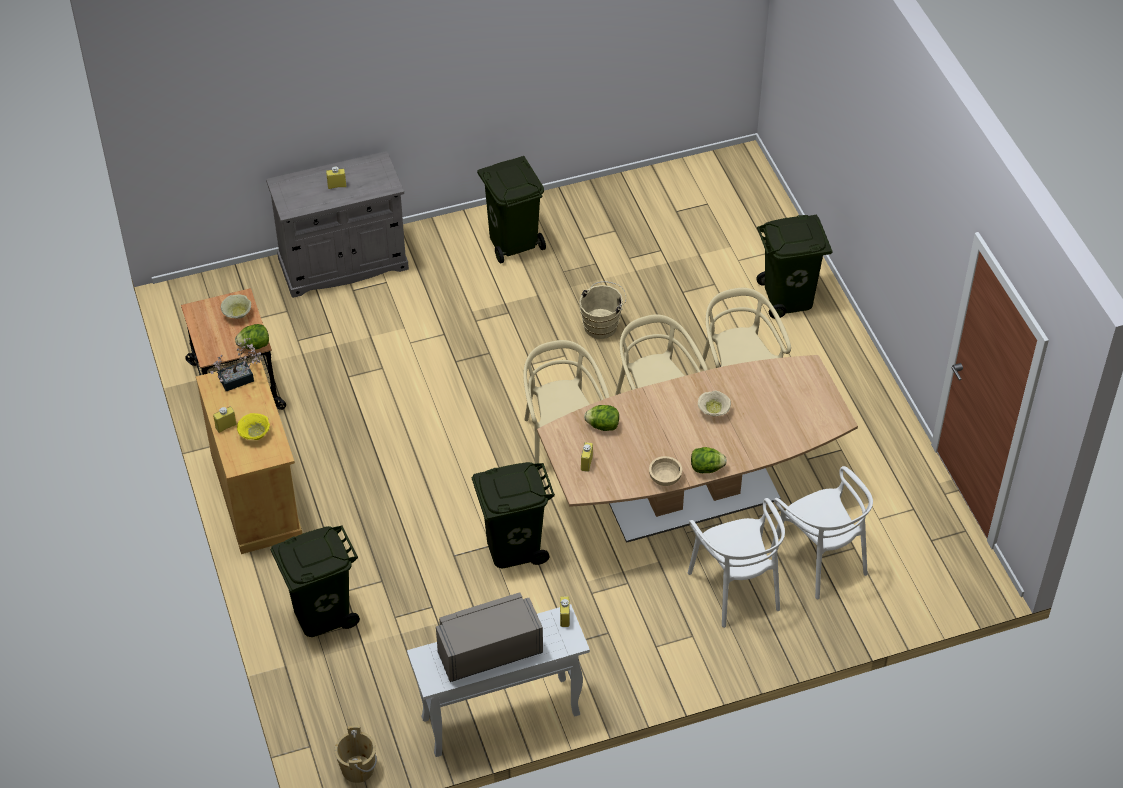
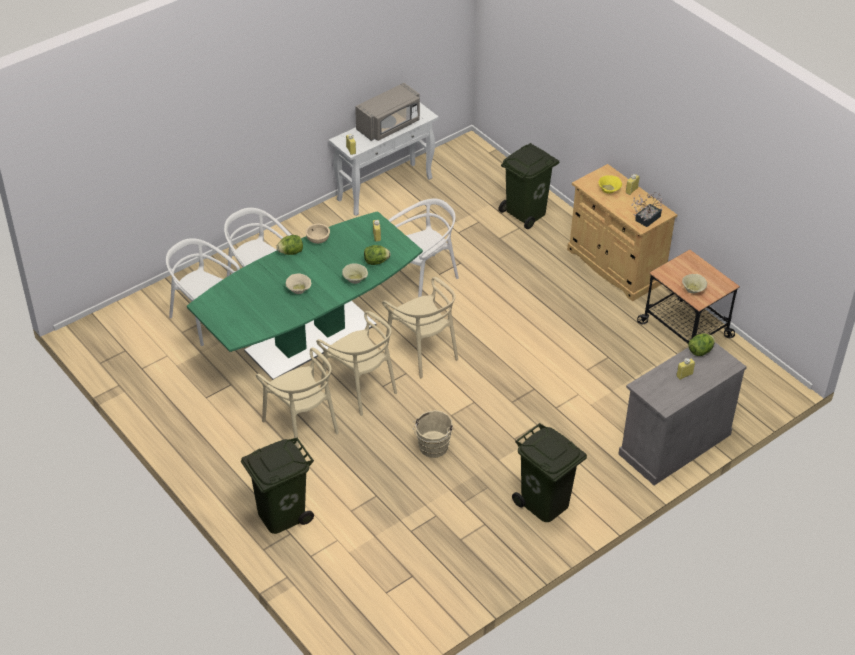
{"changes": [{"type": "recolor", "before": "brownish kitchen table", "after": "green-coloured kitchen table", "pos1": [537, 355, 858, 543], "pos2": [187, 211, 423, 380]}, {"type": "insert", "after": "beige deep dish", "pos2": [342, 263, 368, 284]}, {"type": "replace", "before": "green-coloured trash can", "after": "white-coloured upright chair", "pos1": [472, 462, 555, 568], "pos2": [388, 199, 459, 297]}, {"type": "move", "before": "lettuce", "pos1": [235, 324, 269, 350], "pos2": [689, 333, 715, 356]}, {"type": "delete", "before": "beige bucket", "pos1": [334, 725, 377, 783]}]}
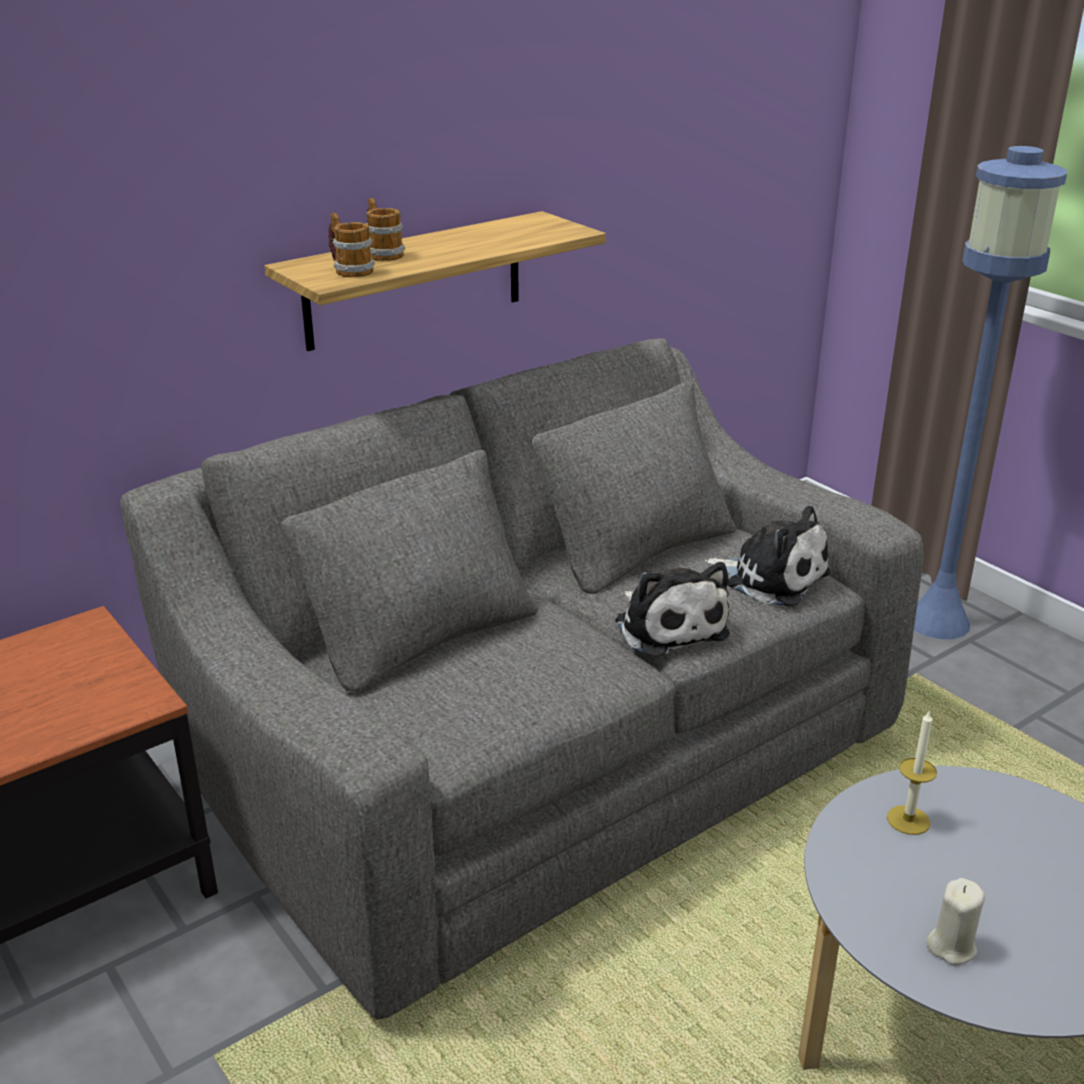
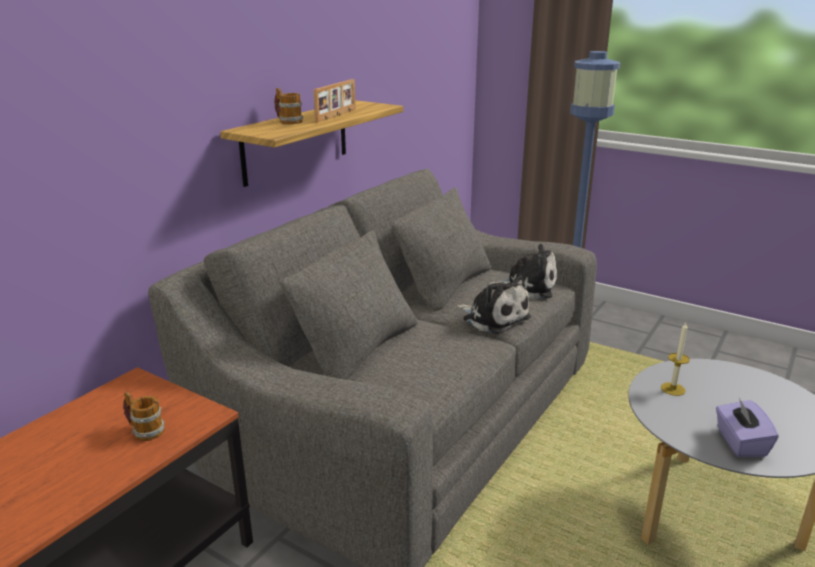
{"changes": [{"type": "move", "before": "coffee mug", "pos1": [328, 213, 375, 277], "pos2": [123, 391, 165, 441]}, {"type": "insert", "after": "standing frame", "pos2": [313, 79, 356, 122]}, {"type": "replace", "before": "beige wax light", "after": "purplish tissue holder", "pos1": [926, 878, 985, 965], "pos2": [716, 398, 779, 457]}]}
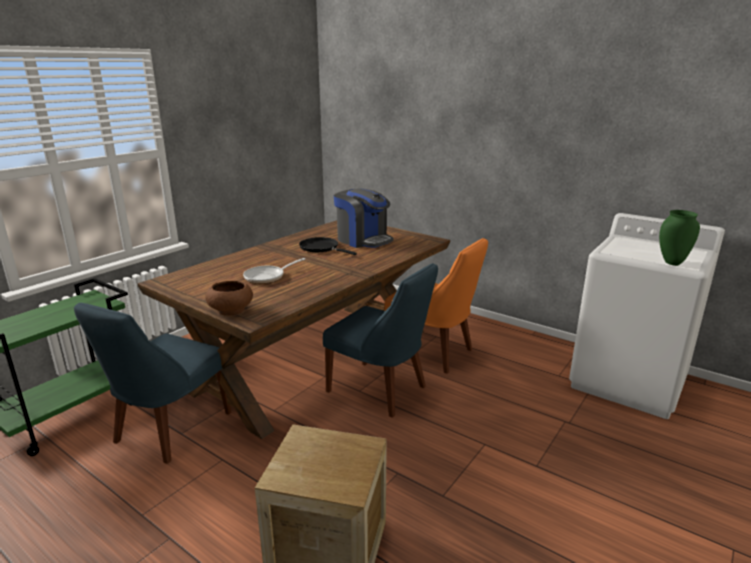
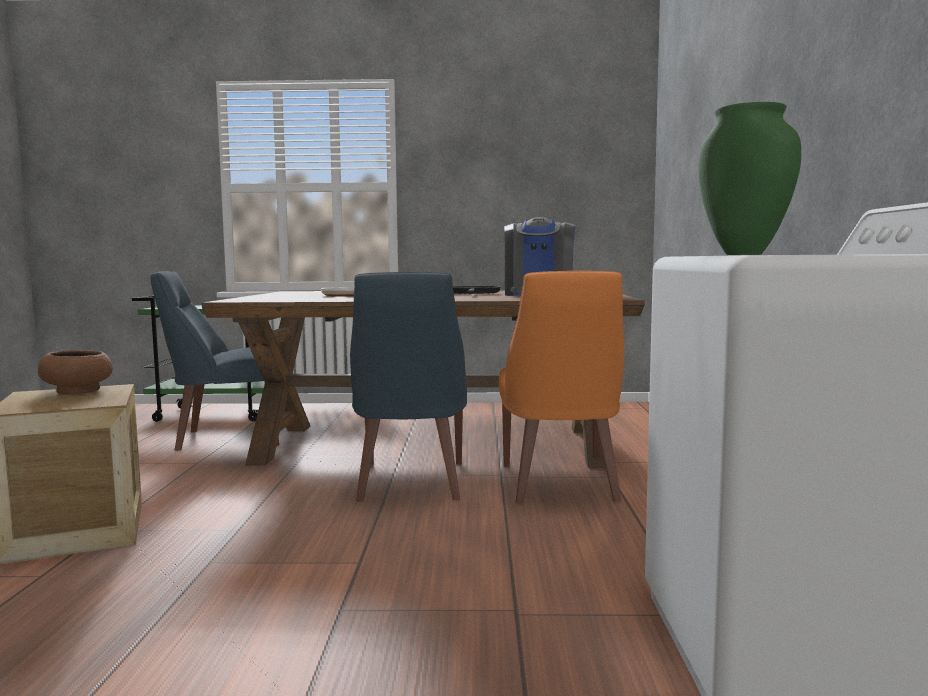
{"changes": [{"type": "move", "before": "brownish deep dish", "pos1": [205, 281, 253, 316], "pos2": [38, 350, 113, 395]}]}
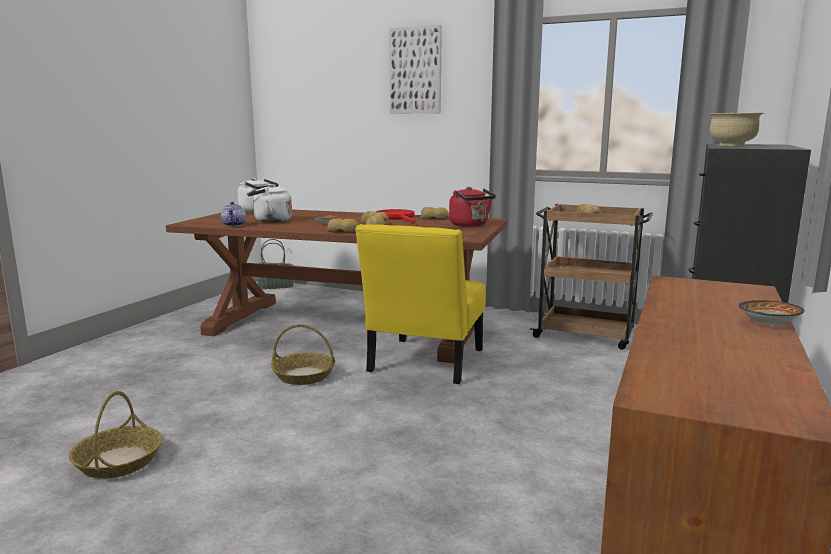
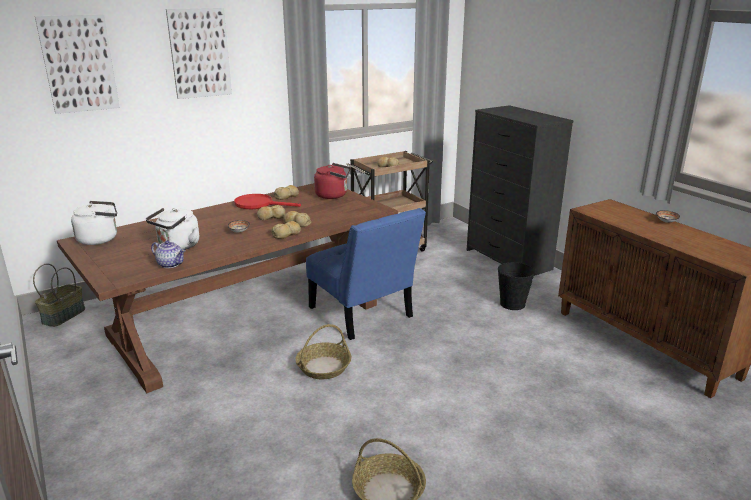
{"changes": [{"type": "insert", "after": "wall art", "pos2": [35, 14, 120, 114]}, {"type": "recolor", "before": "yellowish upright chair", "after": "bluish upright chair", "pos1": [355, 224, 486, 384], "pos2": [306, 208, 426, 340]}, {"type": "insert", "after": "blackish bucket", "pos2": [498, 262, 535, 310]}, {"type": "delete", "before": "beige deep dish", "pos1": [708, 112, 764, 146]}]}
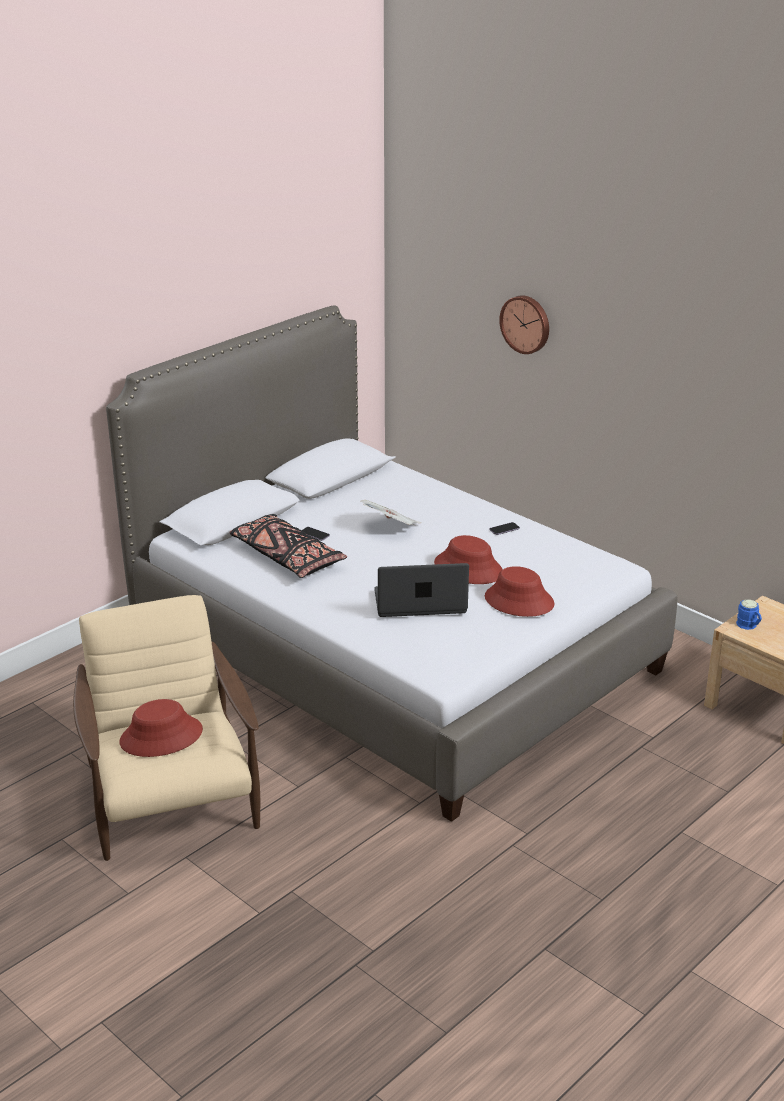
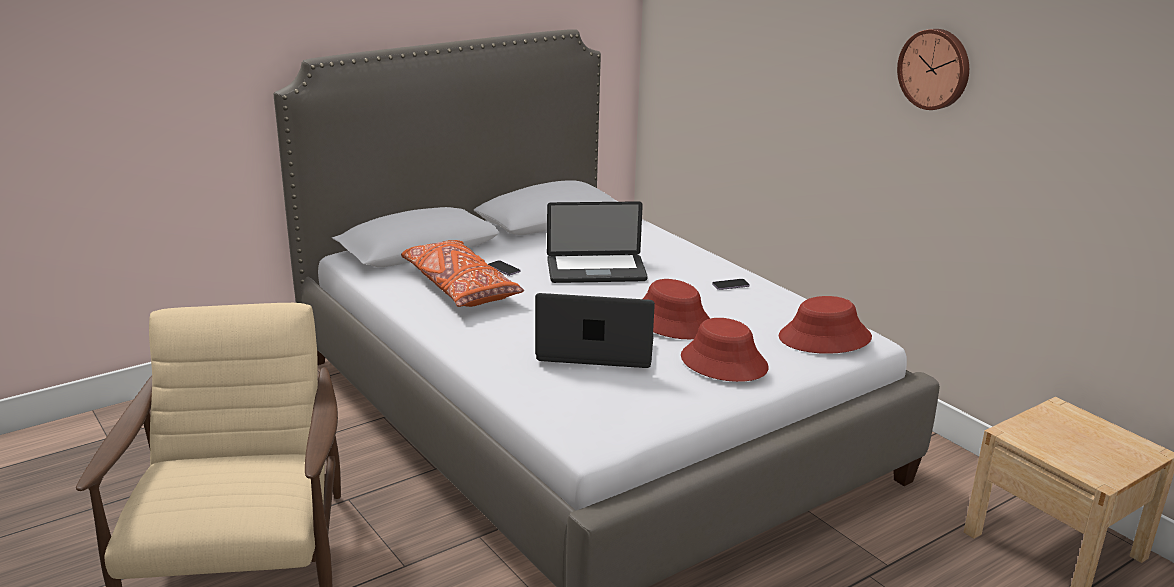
{"changes": [{"type": "recolor", "before": "blackish cushion", "after": "orange cushion", "pos1": [229, 514, 347, 578], "pos2": [401, 240, 524, 307]}, {"type": "replace", "before": "daily paper", "after": "notebook computer", "pos1": [360, 500, 422, 525], "pos2": [547, 201, 648, 283]}, {"type": "move", "before": "red clothing hat", "pos1": [120, 699, 203, 757], "pos2": [779, 296, 872, 354]}, {"type": "move", "before": "clock on the wall", "pos1": [499, 295, 549, 354], "pos2": [897, 29, 969, 110]}, {"type": "delete", "before": "bluish coffee mug", "pos1": [736, 599, 762, 630]}]}
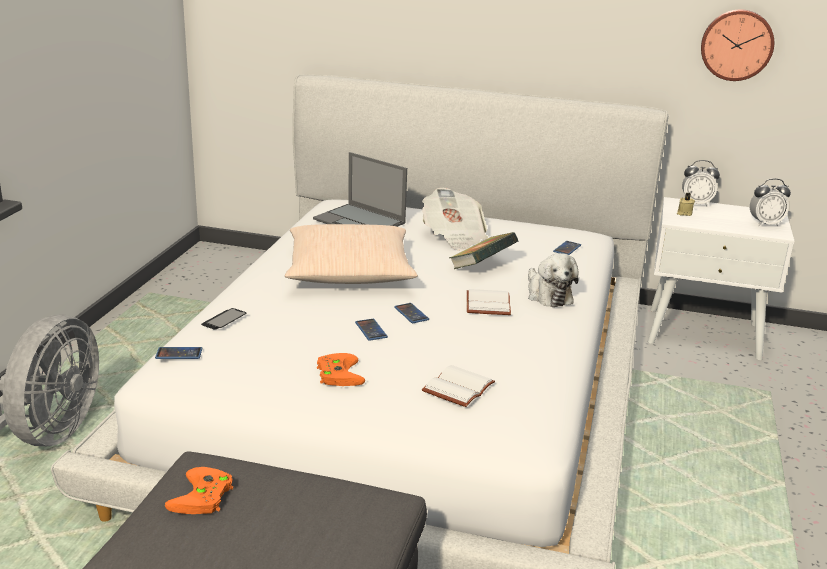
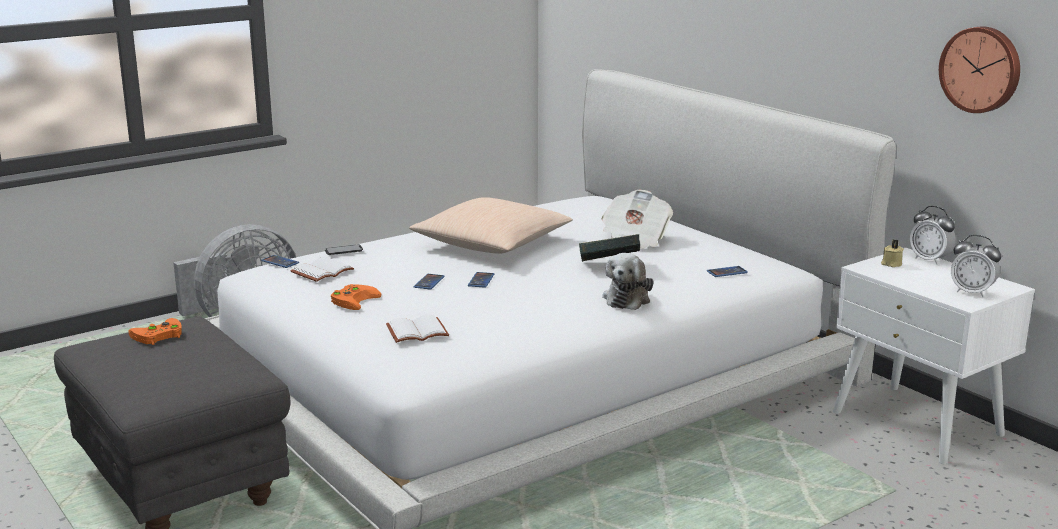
{"changes": [{"type": "move", "before": "white-coloured book", "pos1": [467, 289, 511, 315], "pos2": [291, 257, 354, 282]}, {"type": "delete", "before": "notebook computer", "pos1": [313, 152, 407, 227]}]}
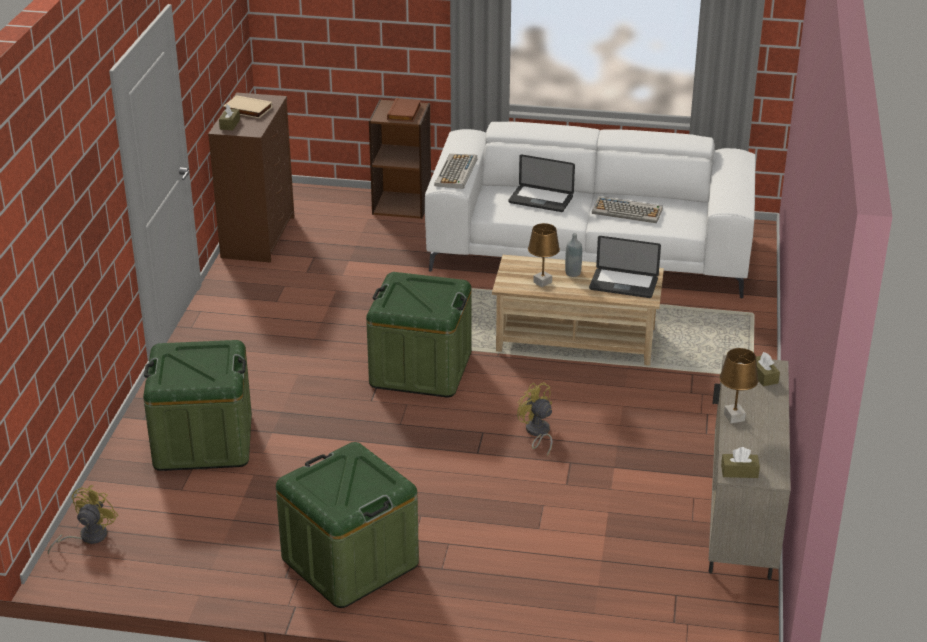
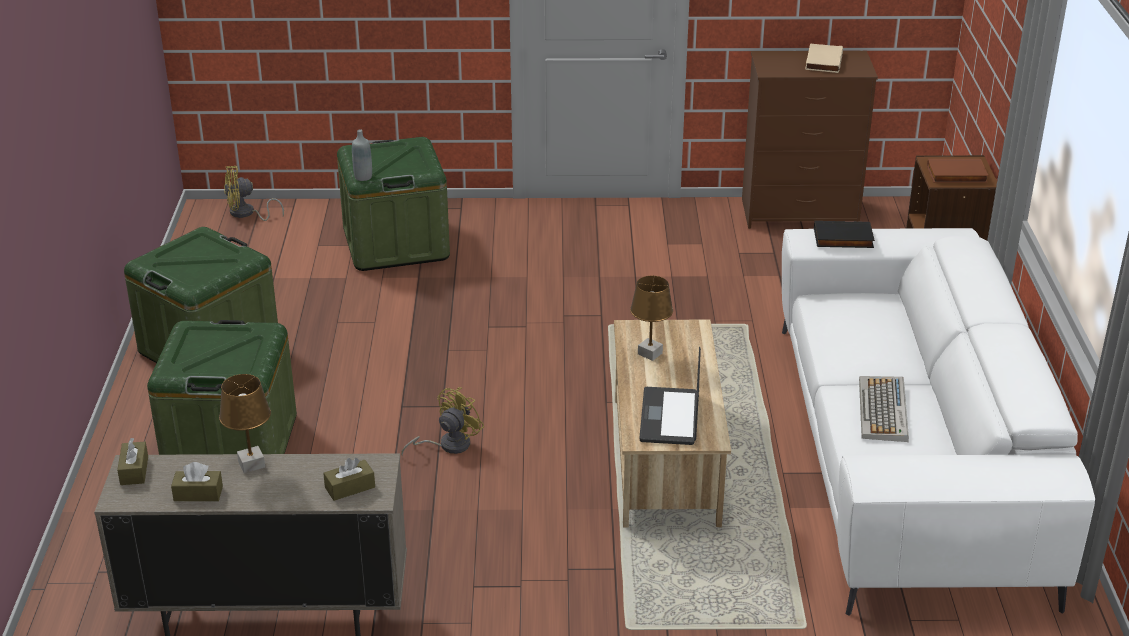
{"changes": [{"type": "move", "before": "green-coloured storage bin", "pos1": [366, 272, 472, 398], "pos2": [147, 320, 297, 455]}, {"type": "move", "before": "brownish tissue holder", "pos1": [219, 104, 240, 130], "pos2": [171, 462, 223, 501]}, {"type": "rotate", "before": "yellowish electric fan", "pos1": [48, 485, 118, 554], "pos2": [224, 166, 284, 221], "turn": 150}, {"type": "move", "before": "gray beverage bottle", "pos1": [565, 233, 582, 277], "pos2": [352, 129, 372, 181]}, {"type": "replace", "before": "keyboard", "after": "blackish book", "pos1": [434, 154, 477, 189], "pos2": [814, 221, 875, 248]}, {"type": "delete", "before": "notebook computer", "pos1": [508, 155, 575, 212]}]}
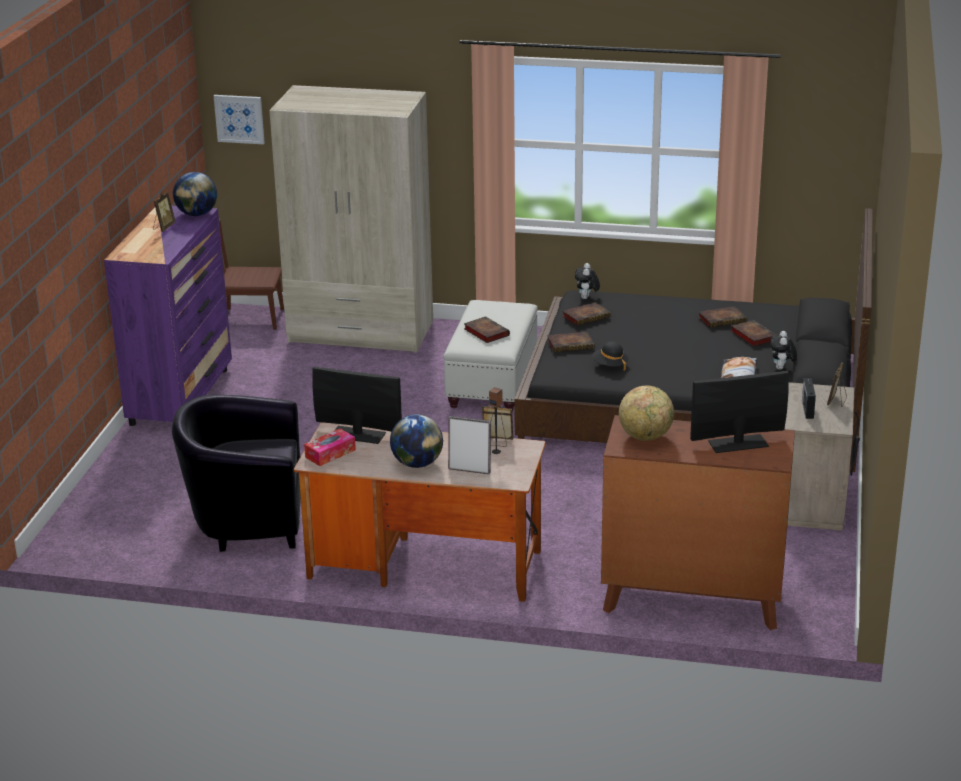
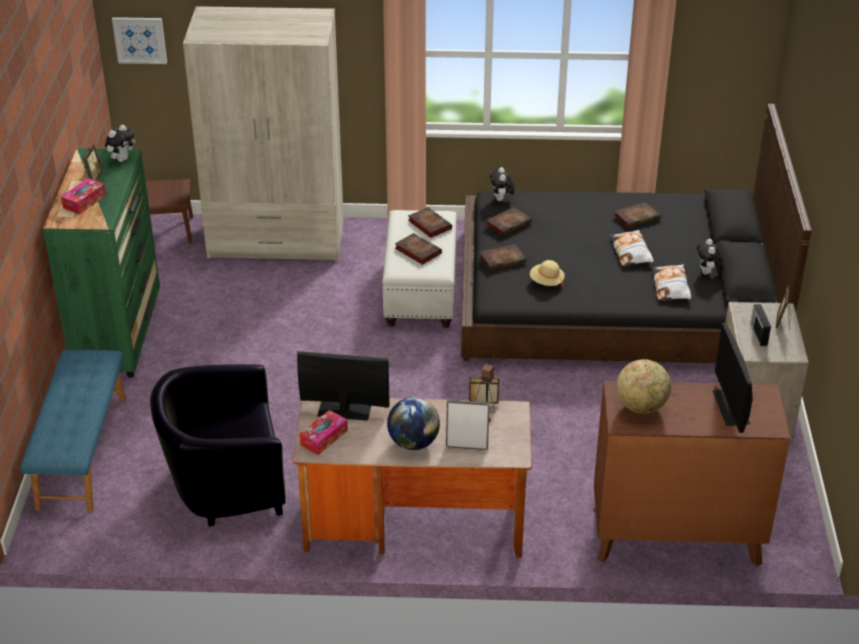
{"changes": [{"type": "insert", "after": "bluish indoor bench", "pos2": [20, 349, 126, 512]}, {"type": "recolor", "before": "purplish dresser", "after": "green-coloured dresser", "pos1": [104, 206, 232, 426], "pos2": [43, 148, 160, 378]}, {"type": "insert", "after": "tissue holder", "pos2": [61, 178, 106, 214]}, {"type": "replace", "before": "globe", "after": "cuddly toy", "pos1": [173, 172, 217, 216], "pos2": [105, 125, 135, 162]}, {"type": "move", "before": "book", "pos1": [731, 320, 776, 347], "pos2": [408, 207, 452, 238]}, {"type": "recolor", "before": "blackish clothing hat", "after": "beige clothing hat", "pos1": [592, 341, 629, 371], "pos2": [530, 260, 565, 288]}, {"type": "insert", "after": "cushion", "pos2": [610, 230, 654, 266]}, {"type": "rotate", "before": "computer screen", "pos1": [690, 371, 789, 453], "pos2": [713, 323, 753, 433], "turn": -75}]}
